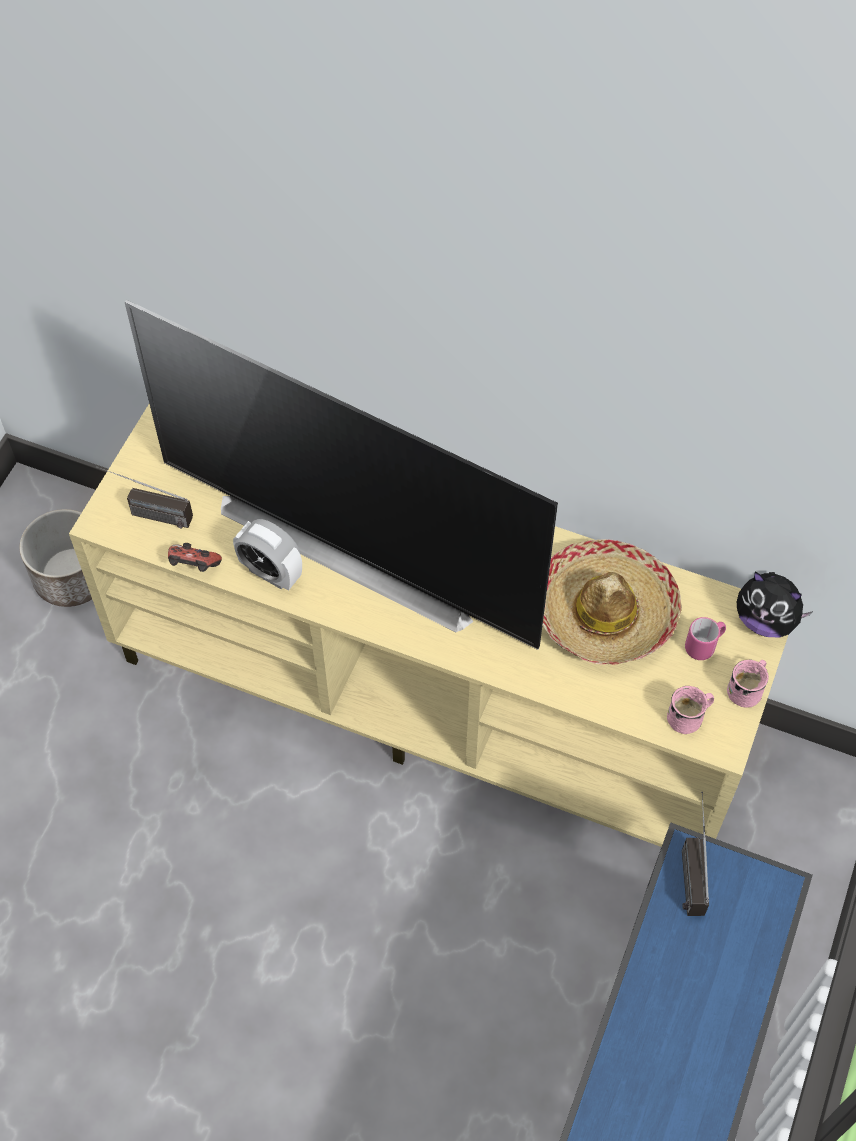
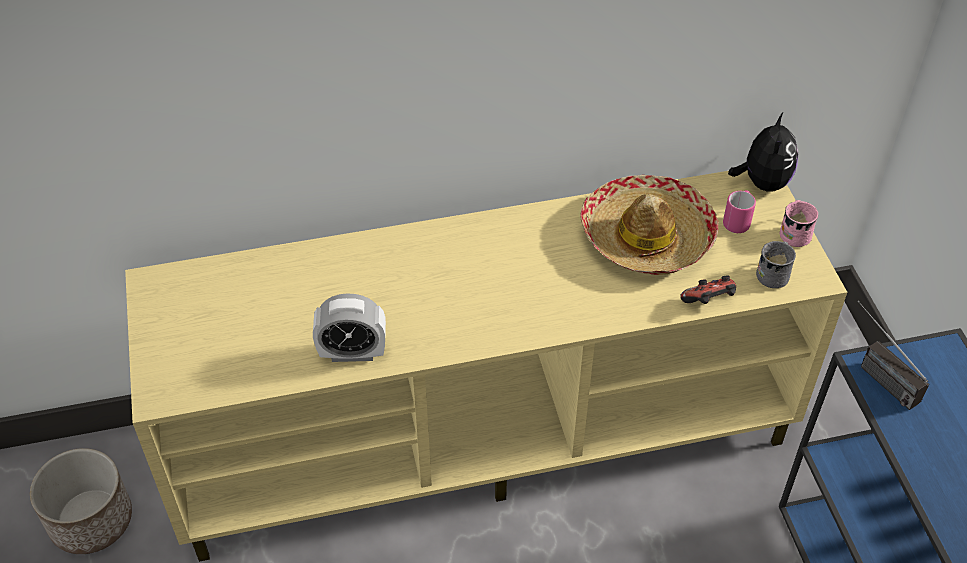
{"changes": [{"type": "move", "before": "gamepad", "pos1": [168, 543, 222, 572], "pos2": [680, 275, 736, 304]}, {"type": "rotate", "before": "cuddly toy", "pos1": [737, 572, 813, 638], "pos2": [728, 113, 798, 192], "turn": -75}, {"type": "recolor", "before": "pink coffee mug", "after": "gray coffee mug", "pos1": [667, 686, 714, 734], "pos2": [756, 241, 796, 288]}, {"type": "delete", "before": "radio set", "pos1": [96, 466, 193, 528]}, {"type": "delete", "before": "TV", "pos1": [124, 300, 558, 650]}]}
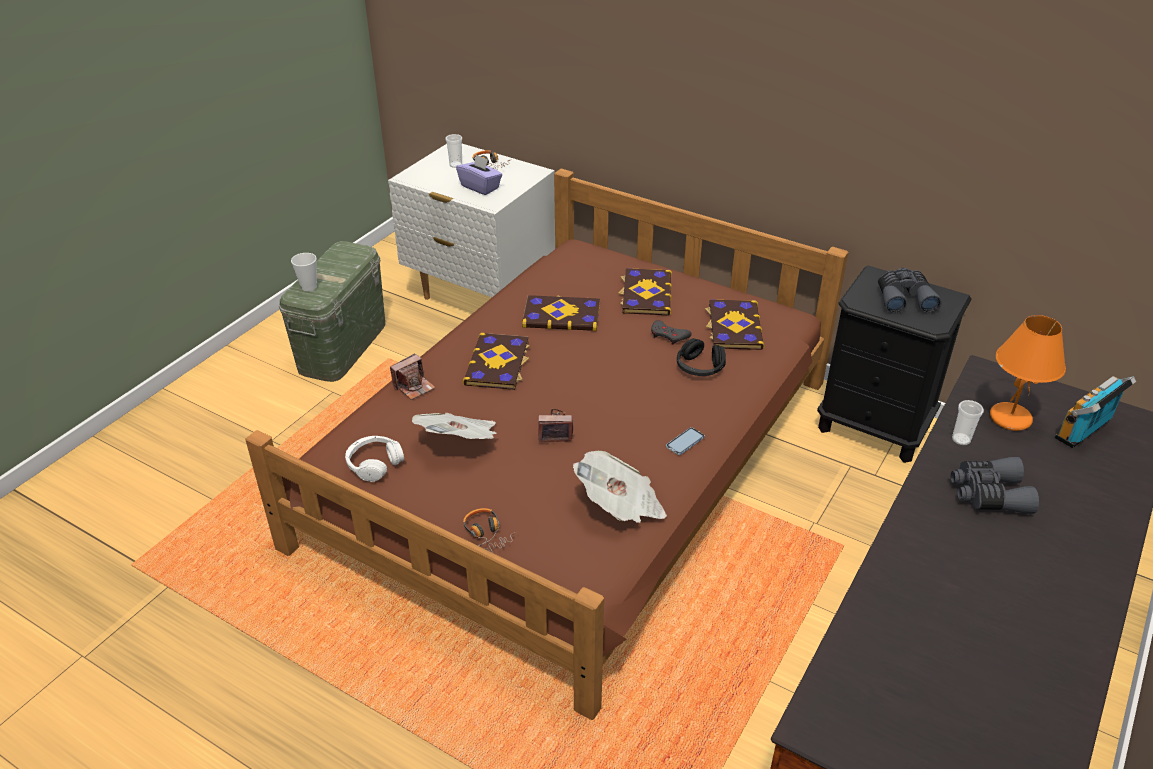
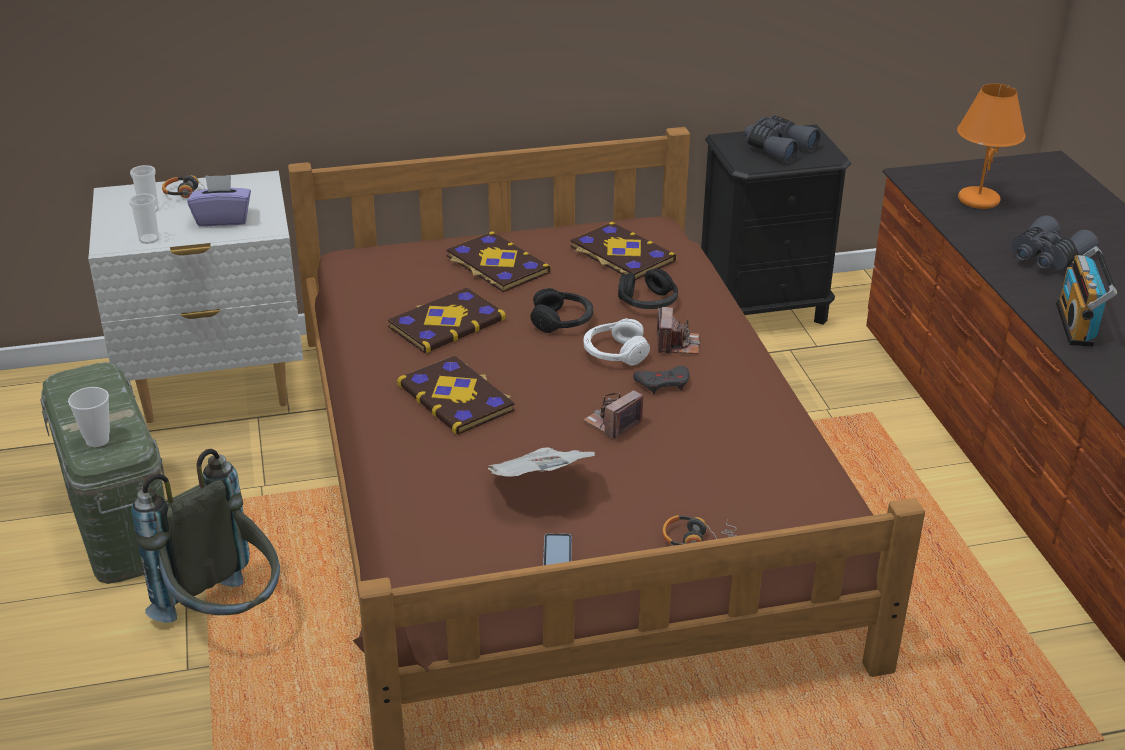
{"changes": [{"type": "move", "before": "drinking cup", "pos1": [952, 400, 984, 445], "pos2": [129, 193, 159, 244]}, {"type": "insert", "after": "gray rucksack", "pos2": [131, 449, 280, 623]}, {"type": "insert", "after": "blackish headset", "pos2": [530, 288, 593, 333]}, {"type": "move", "before": "telephone", "pos1": [666, 427, 705, 455], "pos2": [543, 534, 572, 565]}, {"type": "move", "before": "white-coloured headset", "pos1": [345, 436, 404, 482], "pos2": [584, 318, 650, 365]}, {"type": "move", "before": "gray gamepad", "pos1": [651, 320, 692, 345], "pos2": [633, 366, 689, 394]}, {"type": "move", "before": "still camera", "pos1": [390, 354, 436, 400], "pos2": [657, 307, 700, 355]}, {"type": "move", "before": "radio set", "pos1": [1055, 376, 1136, 448], "pos2": [1056, 246, 1117, 347]}, {"type": "delete", "before": "daily paper", "pos1": [573, 451, 667, 523]}]}
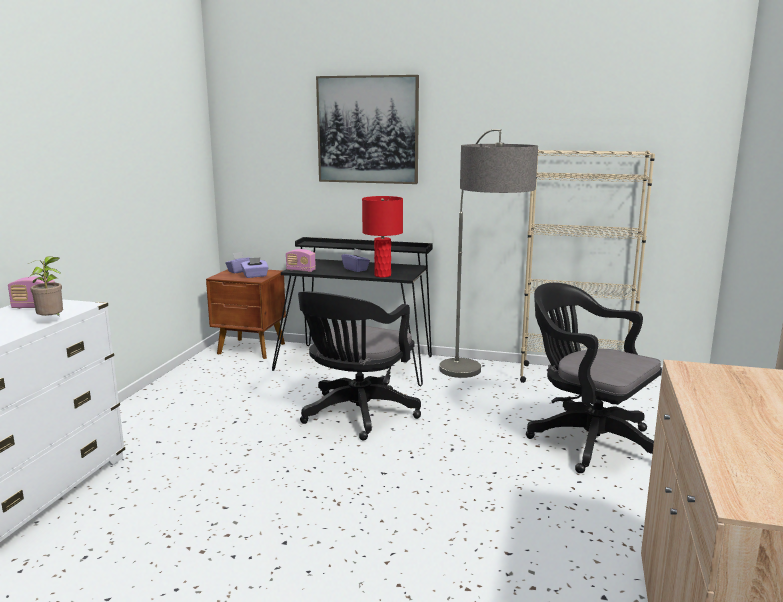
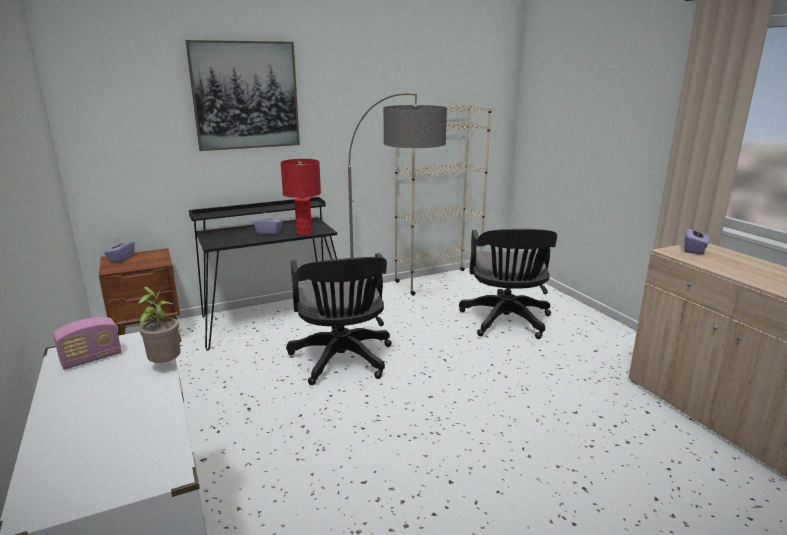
{"changes": [{"type": "rotate", "before": "blackish computer chair", "pos1": [526, 283, 662, 473], "pos2": [459, 229, 557, 339], "turn": -90}, {"type": "move", "before": "purplish tissue holder", "pos1": [241, 257, 269, 278], "pos2": [684, 226, 709, 255]}, {"type": "delete", "before": "radio set", "pos1": [286, 249, 316, 272]}]}
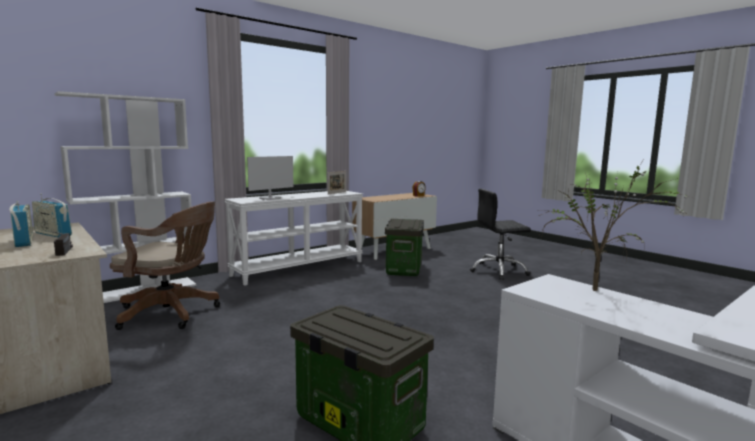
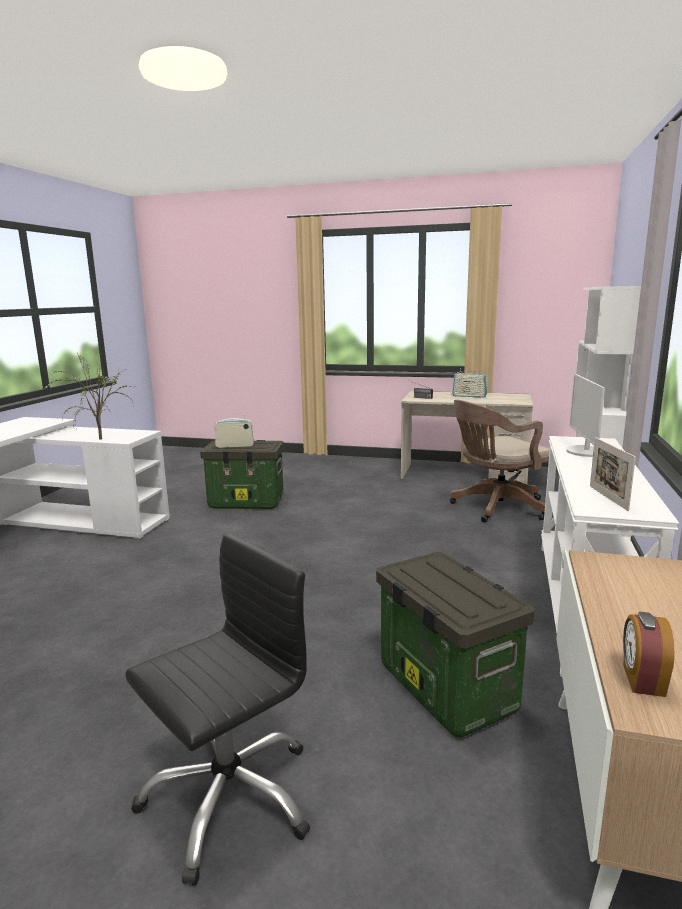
{"changes": [{"type": "move", "before": "radio set", "pos1": [32, 194, 72, 238], "pos2": [214, 414, 254, 448]}]}
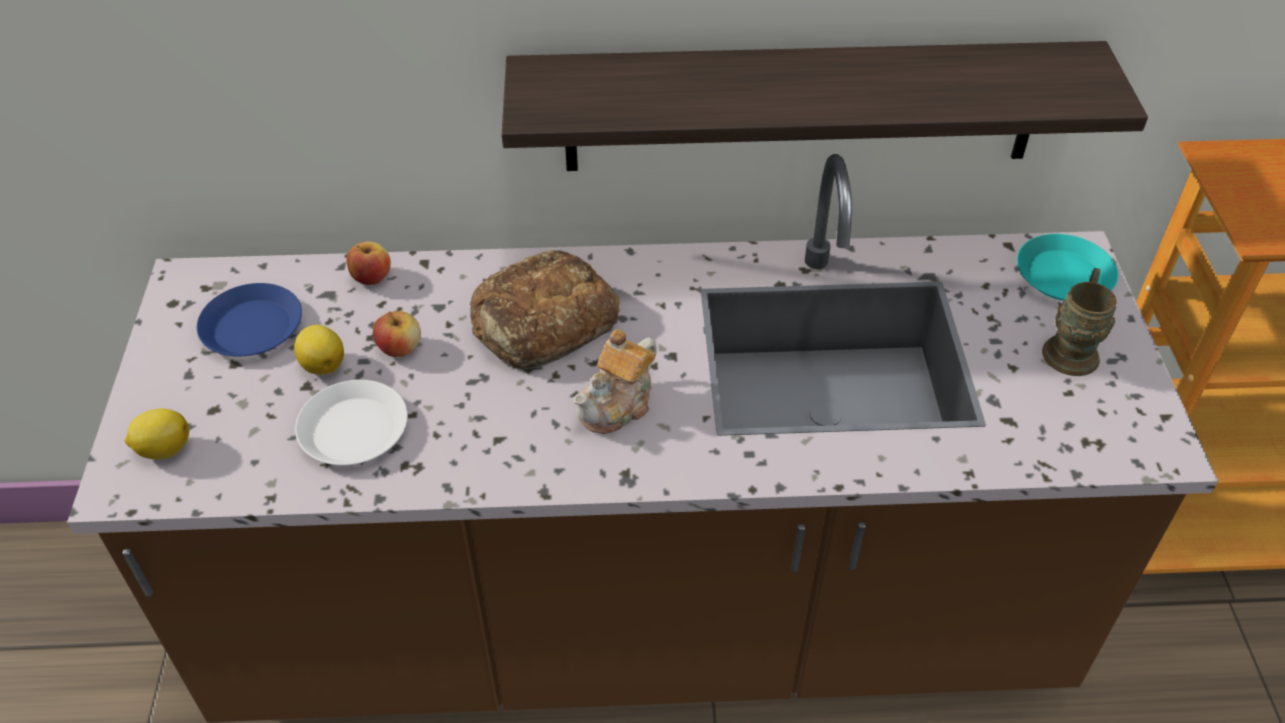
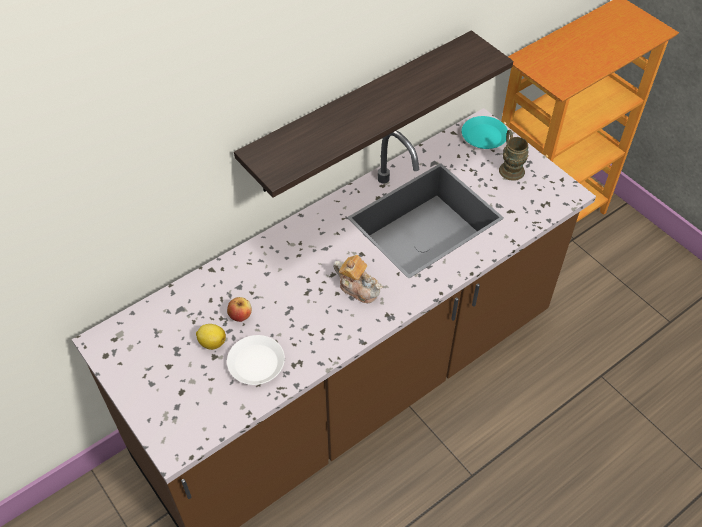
{"changes": [{"type": "rotate", "before": "teapot", "pos1": [573, 329, 657, 434], "pos2": [333, 255, 383, 303], "turn": -60}, {"type": "delete", "before": "lemon", "pos1": [125, 409, 189, 459]}, {"type": "delete", "before": "bluish flat dish", "pos1": [197, 283, 302, 357]}, {"type": "delete", "before": "whole apple", "pos1": [346, 242, 391, 285]}, {"type": "delete", "before": "bakery bread", "pos1": [470, 250, 620, 369]}]}
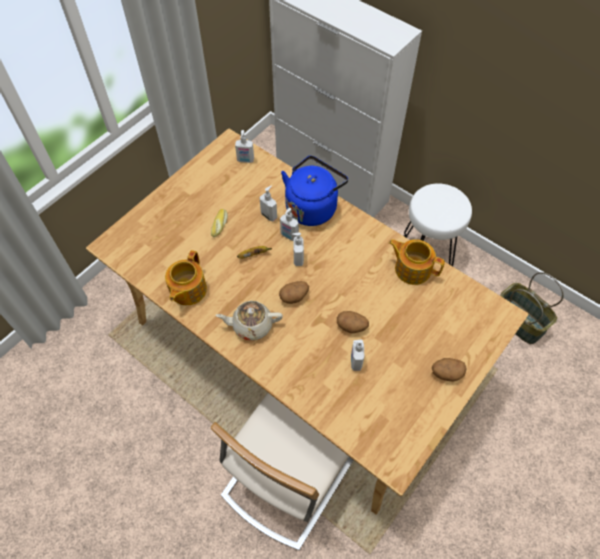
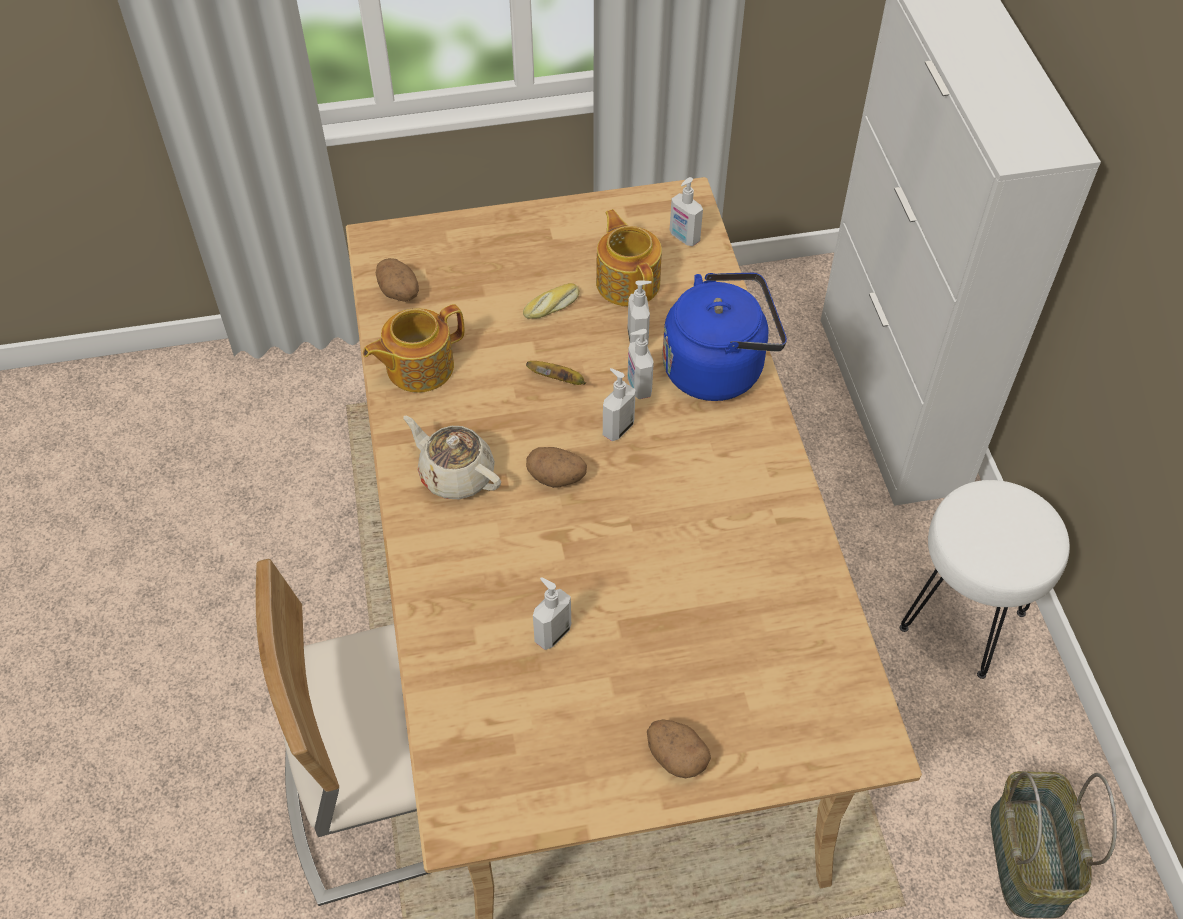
{"changes": [{"type": "move", "before": "potato", "pos1": [337, 311, 369, 333], "pos2": [376, 258, 419, 302]}, {"type": "move", "before": "teapot", "pos1": [389, 239, 445, 285], "pos2": [596, 209, 662, 306]}]}
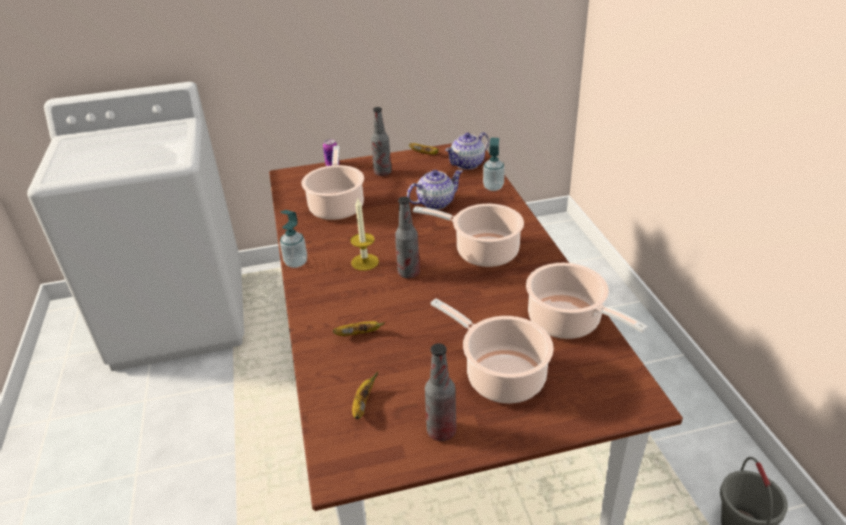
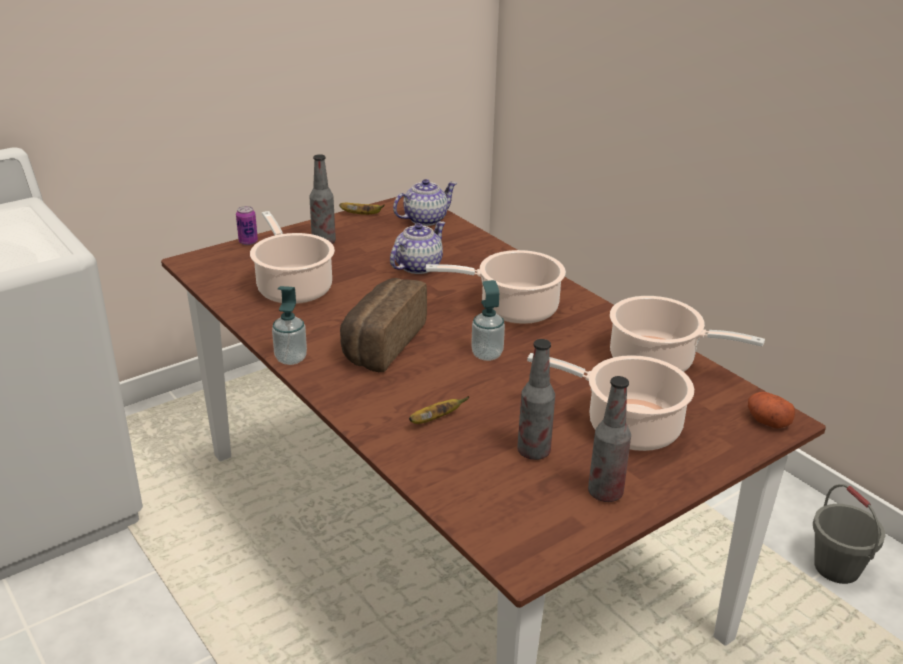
{"changes": [{"type": "replace", "before": "wax light", "after": "bakery bread", "pos1": [350, 199, 379, 271], "pos2": [340, 278, 427, 372]}, {"type": "rotate", "before": "teapot", "pos1": [445, 132, 489, 170], "pos2": [393, 179, 457, 226], "turn": -150}, {"type": "move", "before": "soap dispenser", "pos1": [483, 138, 505, 191], "pos2": [471, 280, 505, 361]}, {"type": "move", "before": "beverage bottle", "pos1": [395, 197, 420, 278], "pos2": [517, 339, 555, 460]}, {"type": "insert", "after": "potato", "pos2": [748, 392, 795, 429]}, {"type": "delete", "before": "whole banana", "pos1": [352, 371, 378, 419]}]}
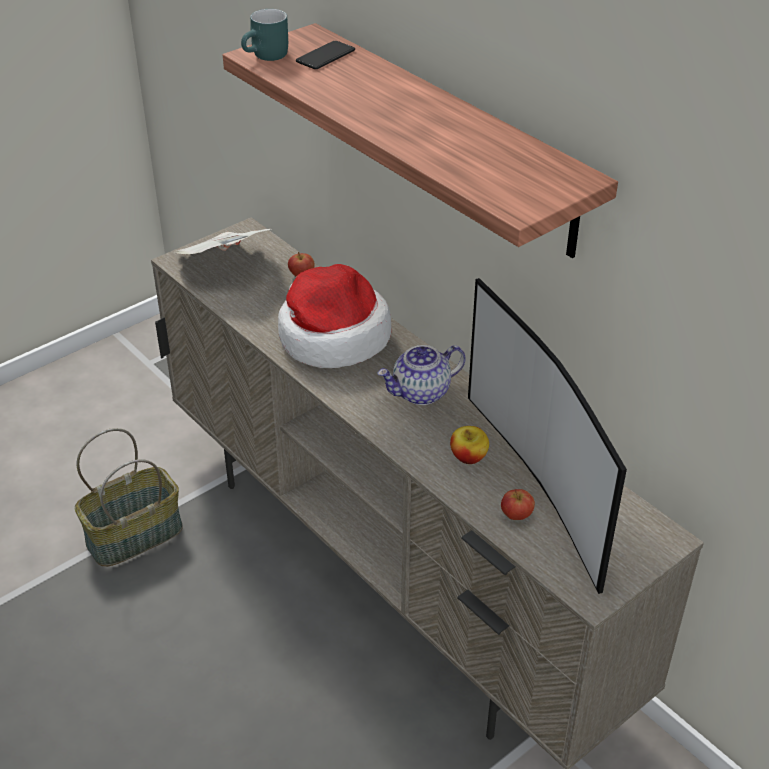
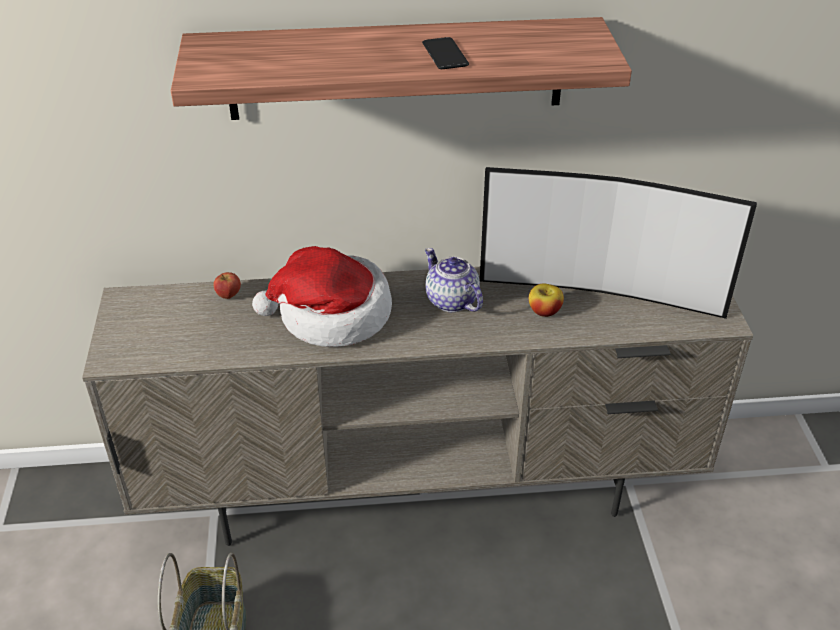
{"changes": [{"type": "move", "before": "telephone", "pos1": [296, 41, 355, 69], "pos2": [422, 37, 469, 69]}, {"type": "rotate", "before": "teapot", "pos1": [377, 345, 466, 405], "pos2": [425, 248, 483, 312], "turn": 135}, {"type": "delete", "before": "daily paper", "pos1": [176, 229, 271, 254]}, {"type": "delete", "before": "blue-green coffee mug", "pos1": [241, 9, 288, 61]}, {"type": "delete", "before": "whole apple", "pos1": [501, 489, 535, 520]}]}
